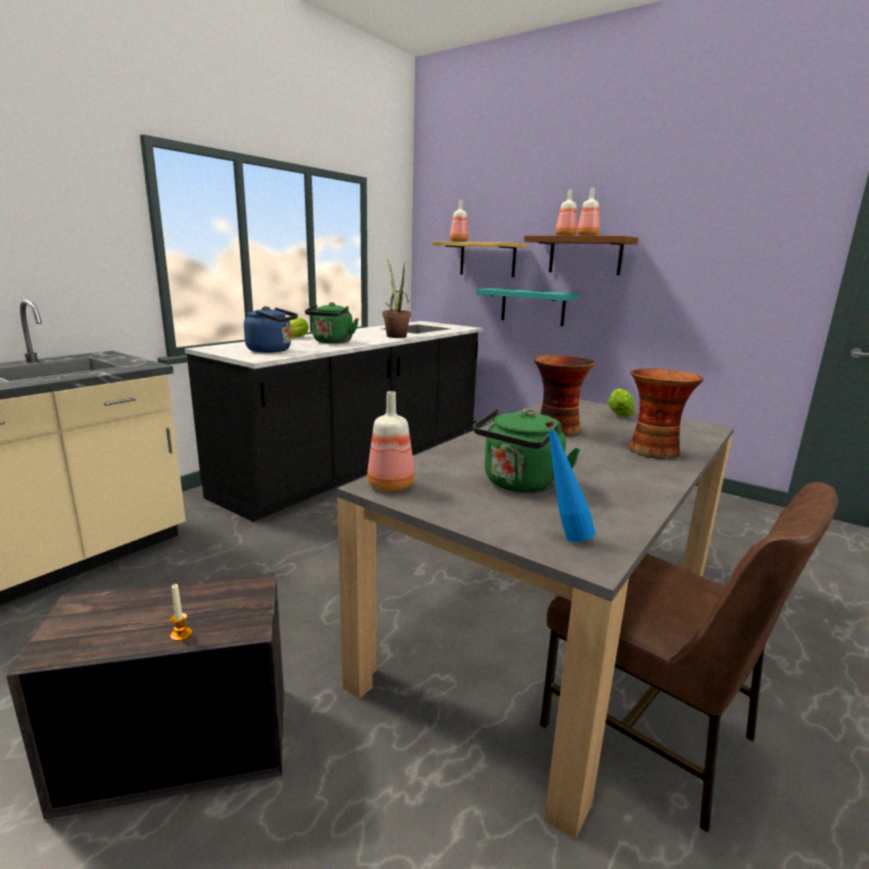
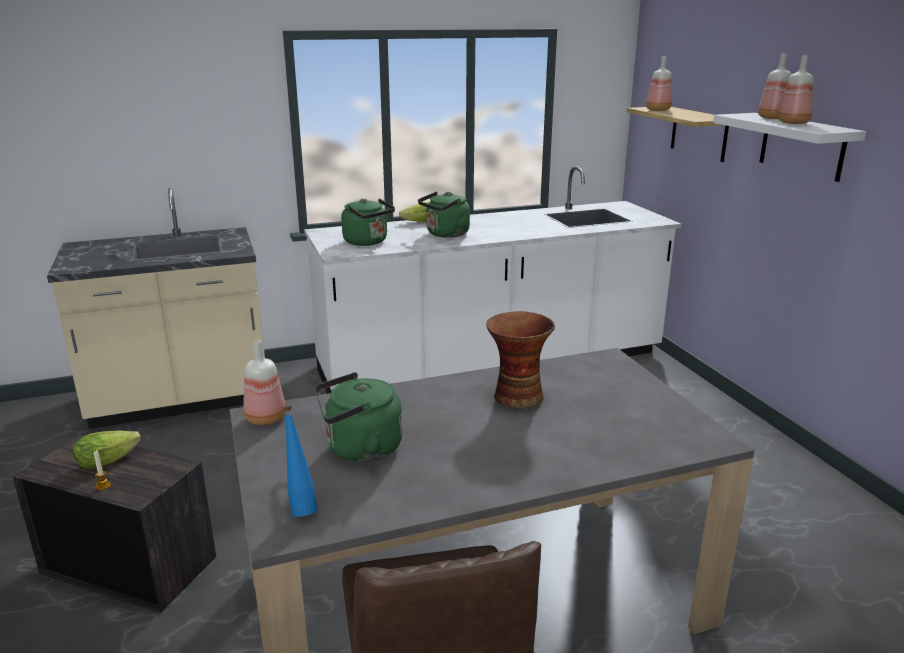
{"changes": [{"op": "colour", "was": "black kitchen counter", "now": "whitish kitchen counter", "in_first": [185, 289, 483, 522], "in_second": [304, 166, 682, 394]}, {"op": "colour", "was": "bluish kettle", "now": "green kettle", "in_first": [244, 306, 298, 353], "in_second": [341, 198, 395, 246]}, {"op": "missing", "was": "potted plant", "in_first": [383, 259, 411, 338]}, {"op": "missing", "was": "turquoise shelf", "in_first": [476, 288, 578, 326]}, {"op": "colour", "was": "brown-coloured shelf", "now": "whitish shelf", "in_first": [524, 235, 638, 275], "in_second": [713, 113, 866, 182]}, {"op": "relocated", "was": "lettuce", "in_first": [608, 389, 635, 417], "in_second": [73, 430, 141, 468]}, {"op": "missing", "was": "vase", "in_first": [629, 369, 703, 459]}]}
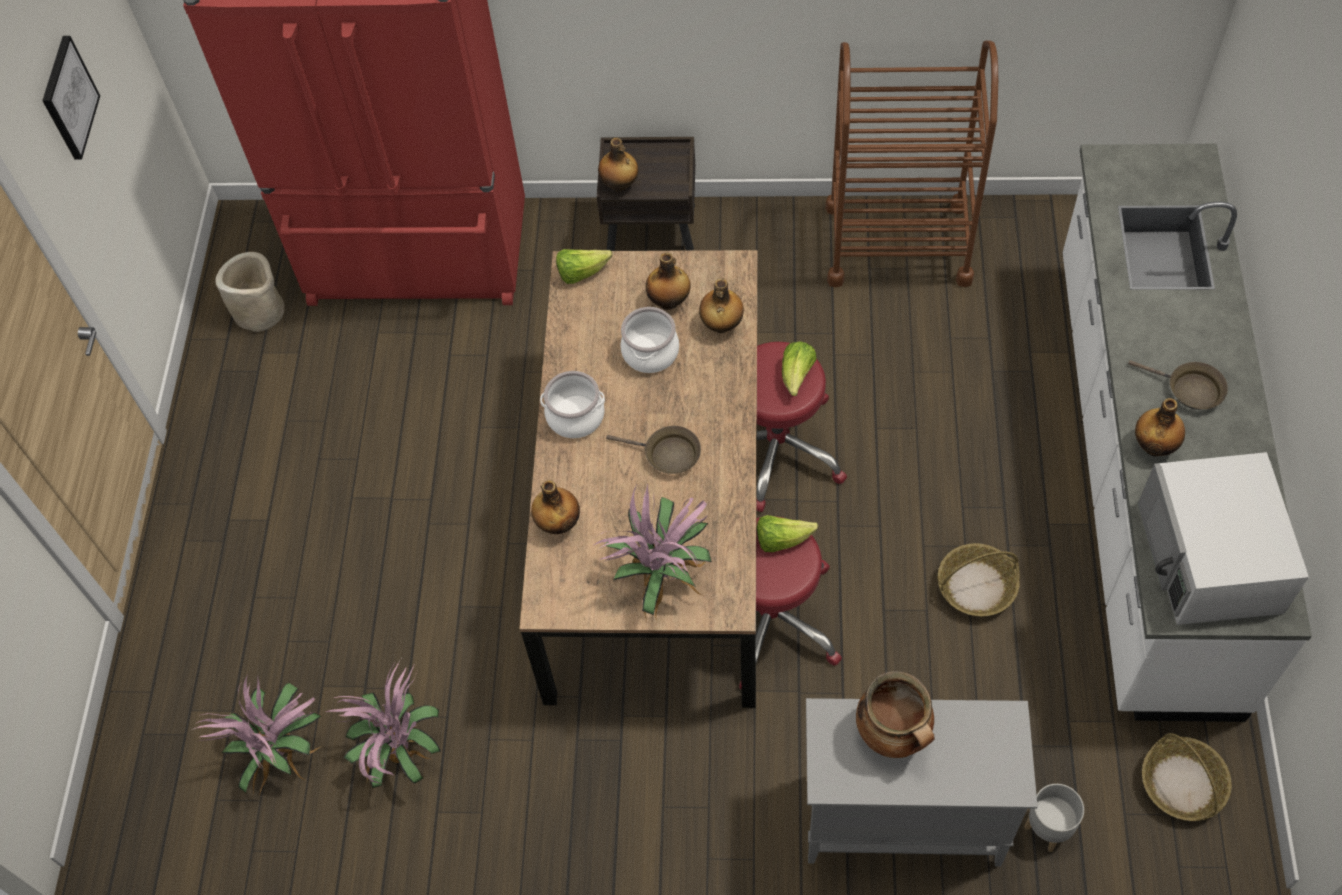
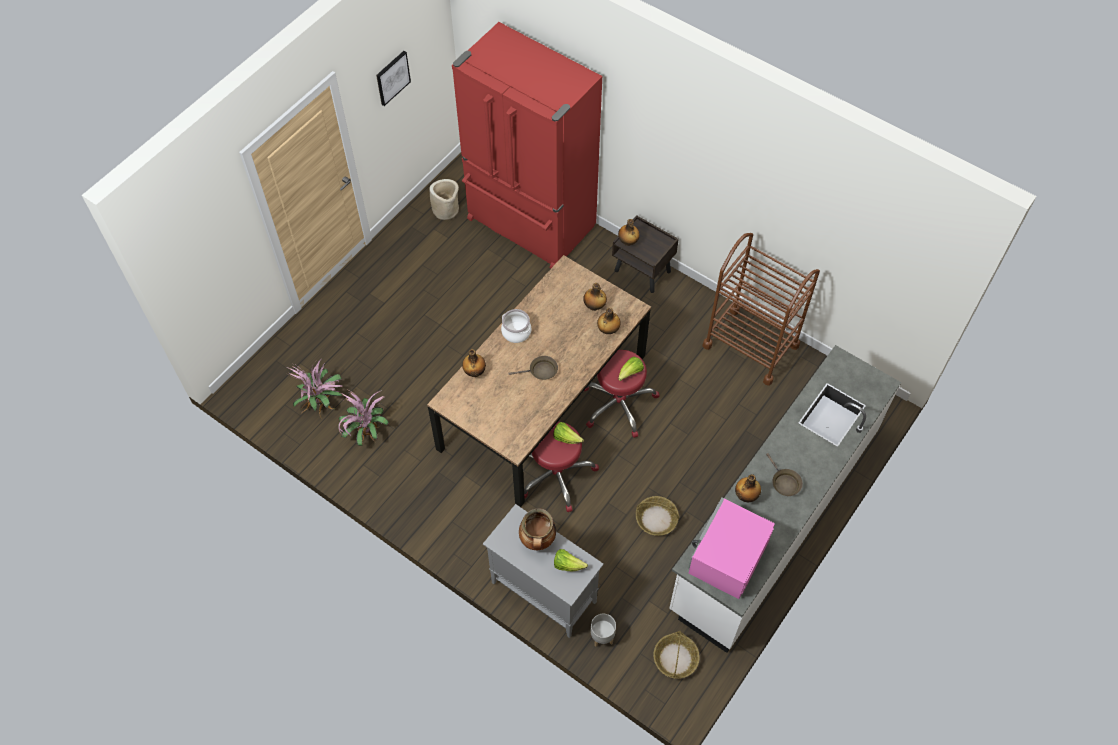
{"changes": [{"op": "relocated", "was": "lettuce", "in_first": [556, 249, 612, 284], "in_second": [554, 549, 588, 571]}, {"op": "missing", "was": "potted plant", "in_first": [591, 484, 712, 622]}, {"op": "spun", "was": "brown-coloured frying pan", "in_first": [606, 426, 701, 474], "in_second": [508, 356, 558, 380], "clockwise": -60}, {"op": "missing", "was": "cooking pot", "in_first": [620, 307, 679, 373]}, {"op": "colour", "was": "whitish microwave oven", "now": "pink-coloured microwave oven", "in_first": [1138, 452, 1309, 625], "in_second": [688, 497, 775, 599]}]}
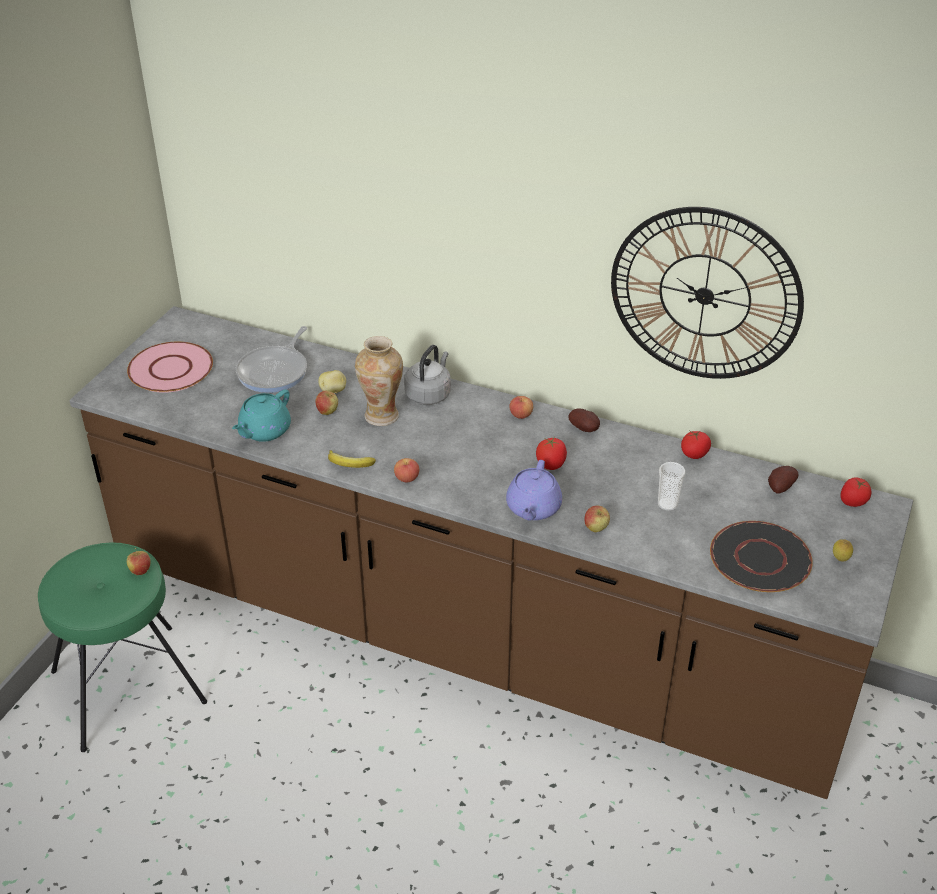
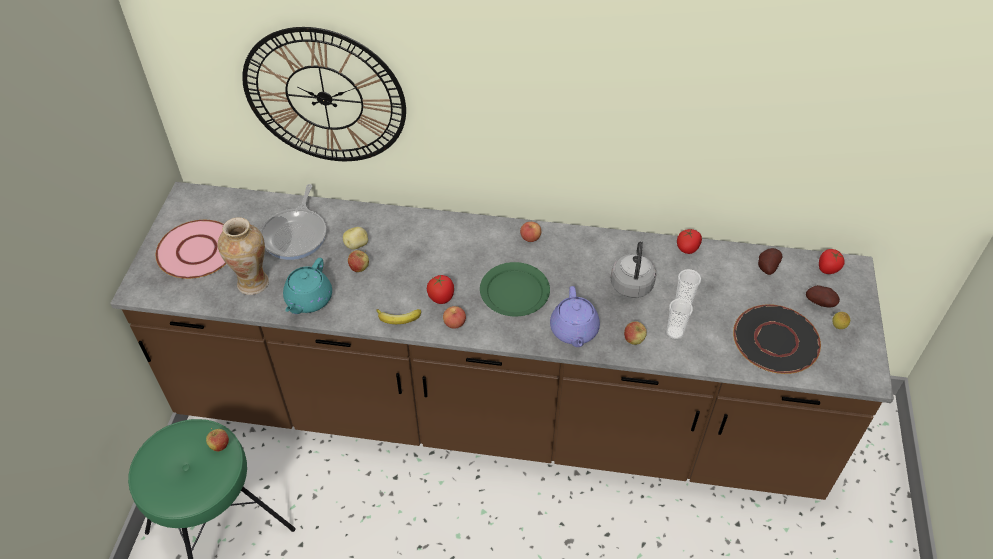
{"changes": [{"op": "relocated", "was": "vase", "in_first": [355, 336, 403, 426], "in_second": [218, 217, 269, 295]}, {"op": "relocated", "was": "greyish kettle", "in_first": [404, 345, 451, 405], "in_second": [611, 241, 656, 298]}, {"op": "relocated", "was": "whole tomato", "in_first": [536, 437, 567, 470], "in_second": [427, 275, 454, 304]}, {"op": "relocated", "was": "whole potato", "in_first": [568, 408, 600, 432], "in_second": [806, 285, 840, 307]}, {"op": "relocated", "was": "hanging clock", "in_first": [611, 207, 804, 379], "in_second": [242, 27, 406, 161]}, {"op": "appeared", "now": "green plate", "in_second": [480, 262, 550, 317]}, {"op": "appeared", "now": "cup", "in_second": [666, 299, 693, 339]}]}
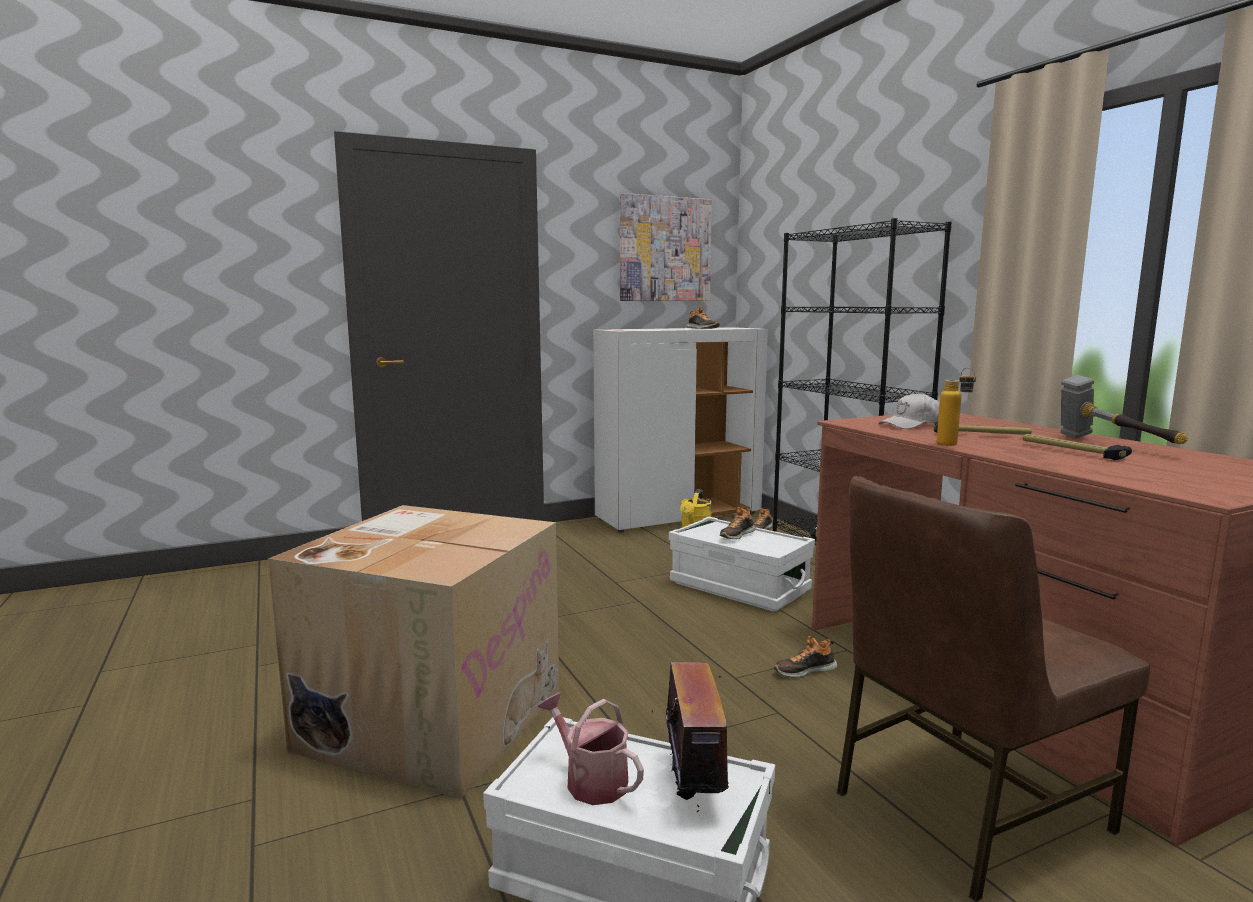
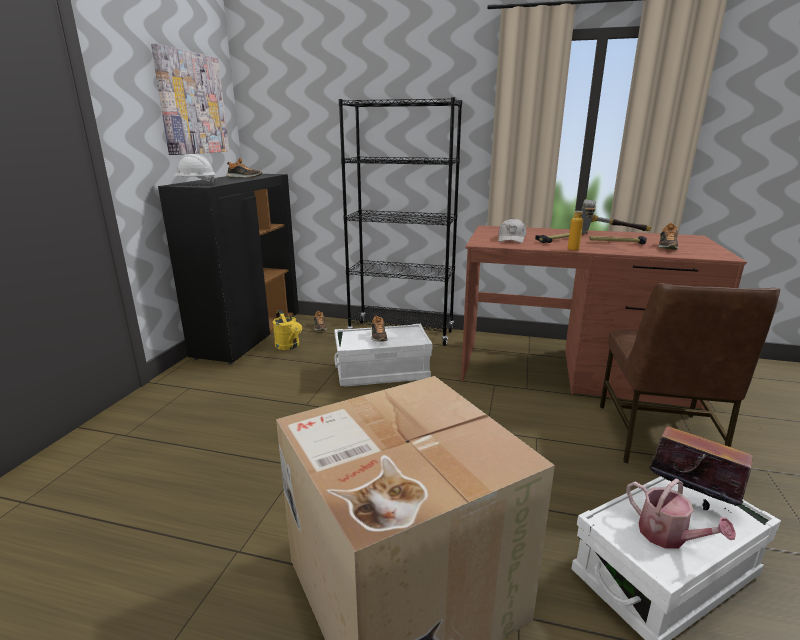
{"changes": [{"op": "spun", "was": "sprinkling can", "in_first": [538, 693, 644, 805], "in_second": [626, 479, 736, 549], "clockwise": -120}, {"op": "colour", "was": "whitish storage cabinet", "now": "black storage cabinet", "in_first": [593, 327, 768, 532], "in_second": [158, 174, 299, 364]}, {"op": "relocated", "was": "item of footwear", "in_first": [774, 636, 838, 678], "in_second": [658, 223, 678, 250]}, {"op": "appeared", "now": "whitish work helmet", "in_second": [172, 154, 217, 184]}]}
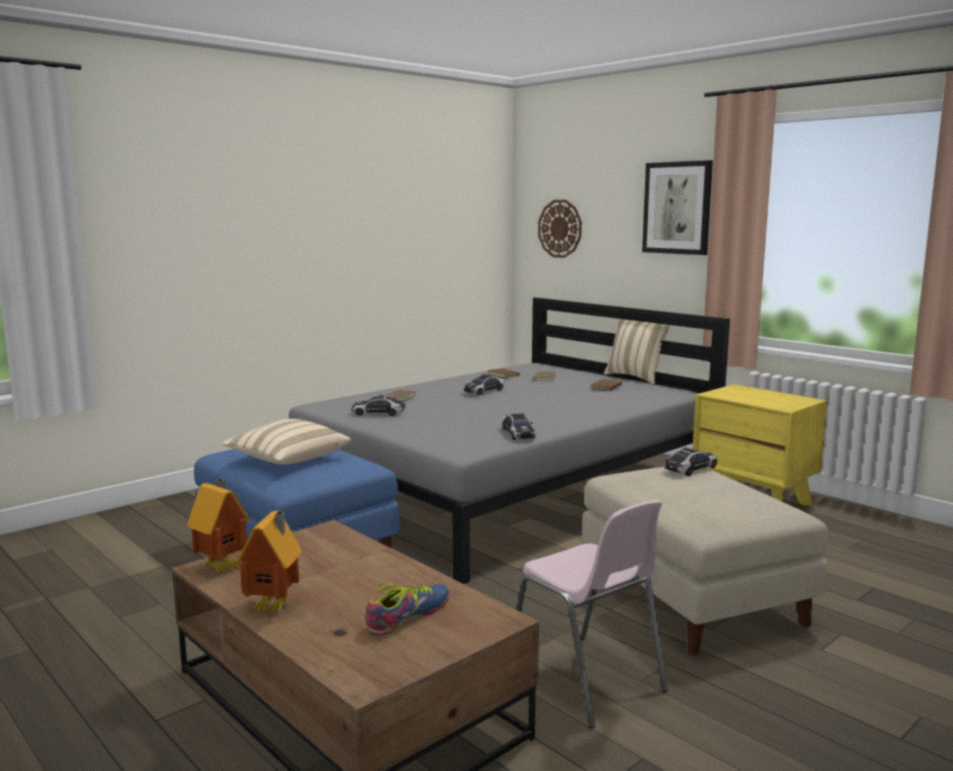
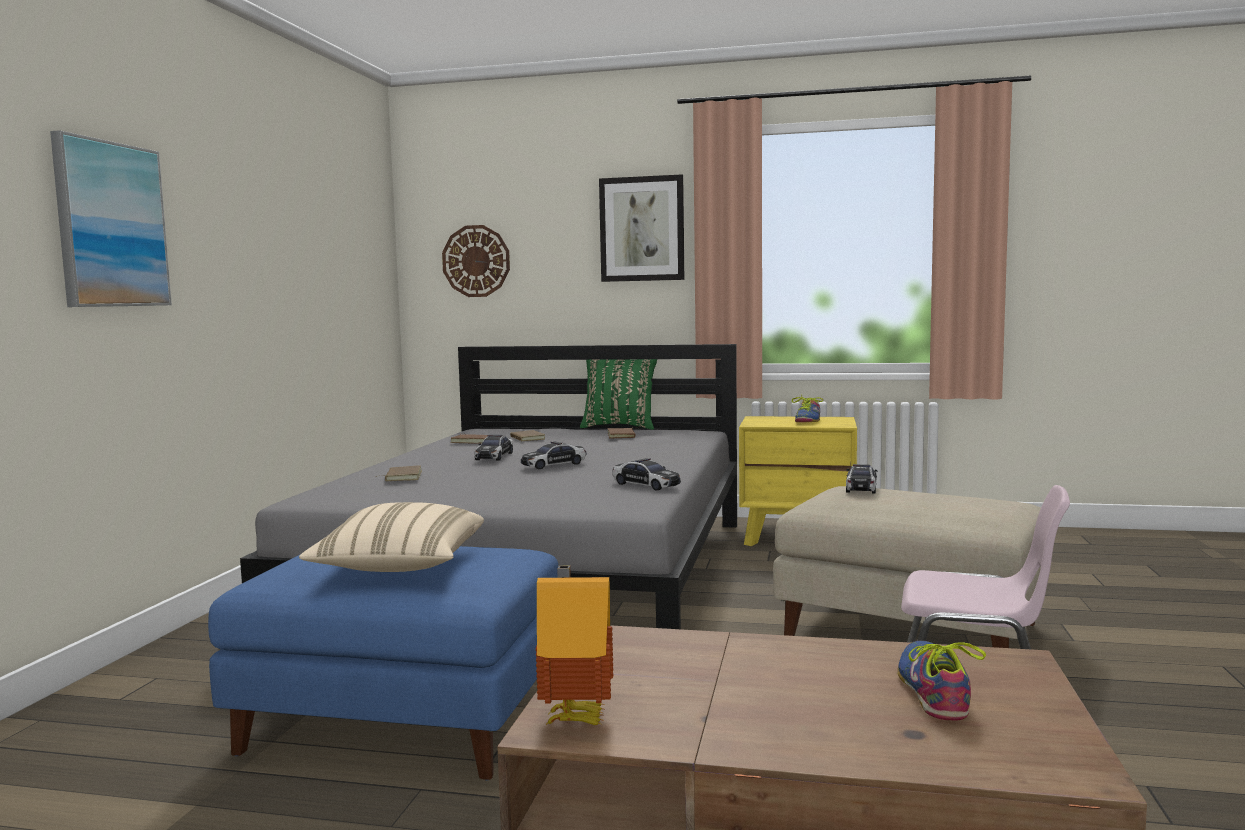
{"changes": [{"op": "missing", "was": "model house", "in_first": [235, 511, 302, 613]}, {"op": "relocated", "was": "model car", "in_first": [351, 395, 406, 416], "in_second": [521, 441, 587, 470]}, {"op": "colour", "was": "sand-coloured pillow", "now": "green pillow", "in_first": [604, 319, 670, 384], "in_second": [580, 359, 657, 430]}, {"op": "appeared", "now": "wall art", "in_second": [50, 130, 172, 307]}, {"op": "appeared", "now": "item of footwear", "in_second": [792, 395, 823, 422]}]}
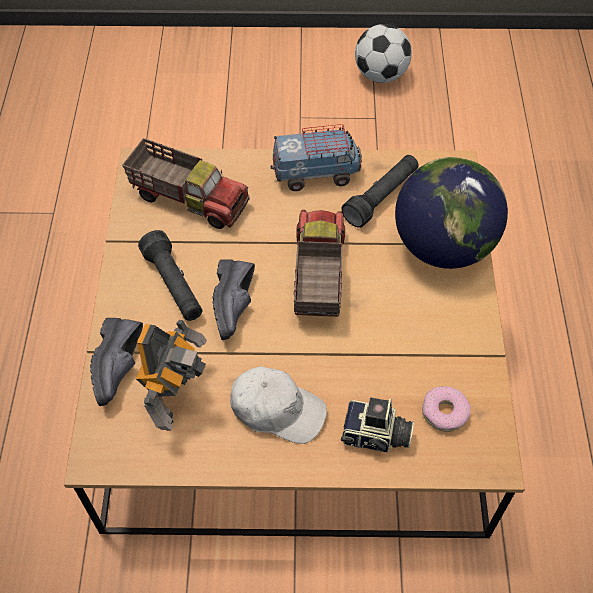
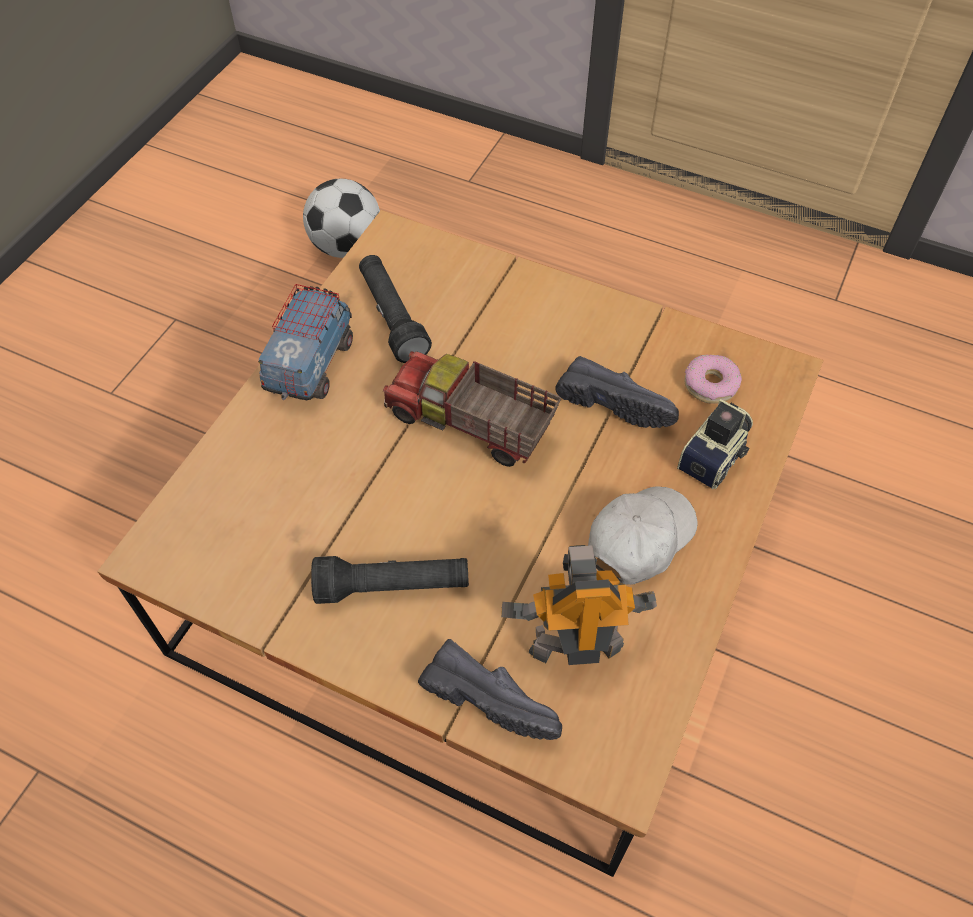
{"changes": [{"op": "missing", "was": "toy lorry", "in_first": [122, 138, 250, 229]}, {"op": "spun", "was": "robot figure", "in_first": [136, 320, 207, 431], "in_second": [501, 545, 657, 665], "clockwise": -45}, {"op": "relocated", "was": "black item of footwear", "in_first": [213, 259, 255, 340], "in_second": [555, 356, 679, 428]}, {"op": "relocated", "was": "football", "in_first": [355, 24, 412, 83], "in_second": [303, 179, 380, 258]}, {"op": "missing", "was": "desk globe", "in_first": [395, 157, 508, 269]}]}
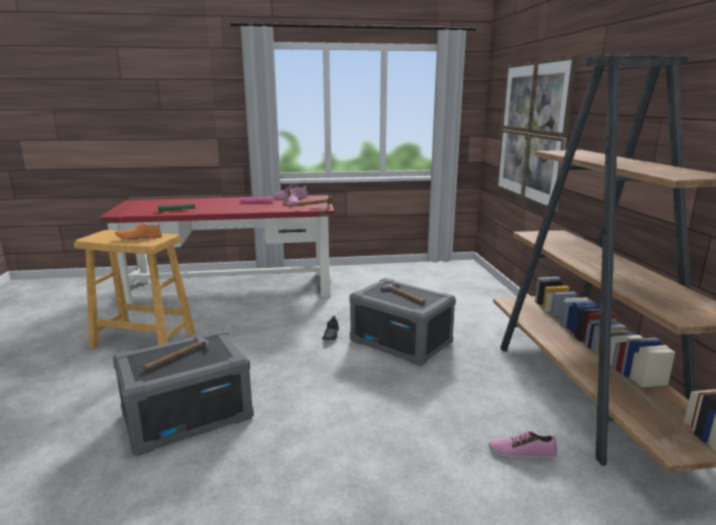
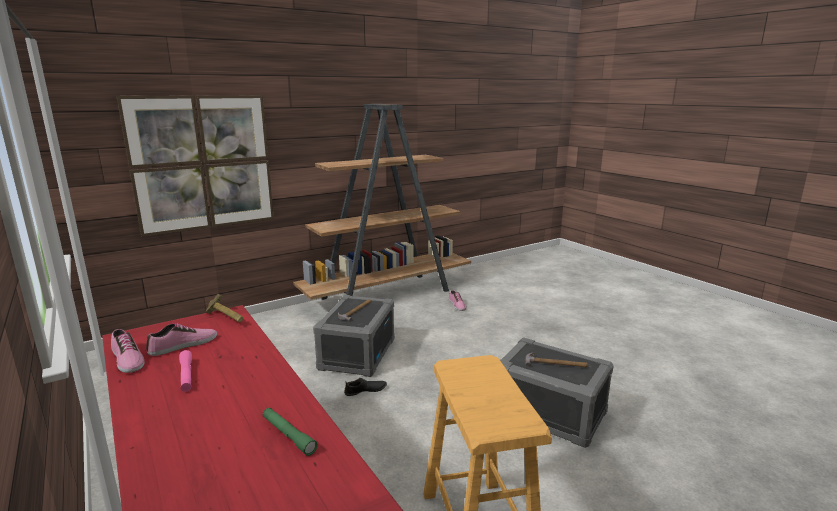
{"changes": [{"op": "missing", "was": "orange item of footwear", "in_first": [115, 223, 162, 240]}]}
